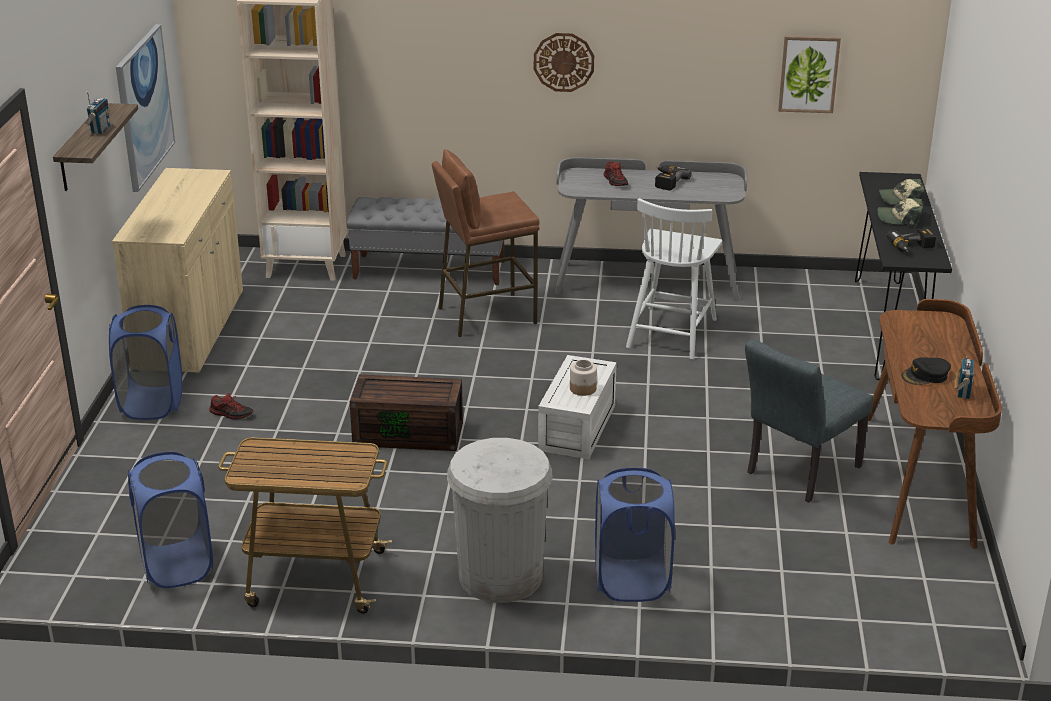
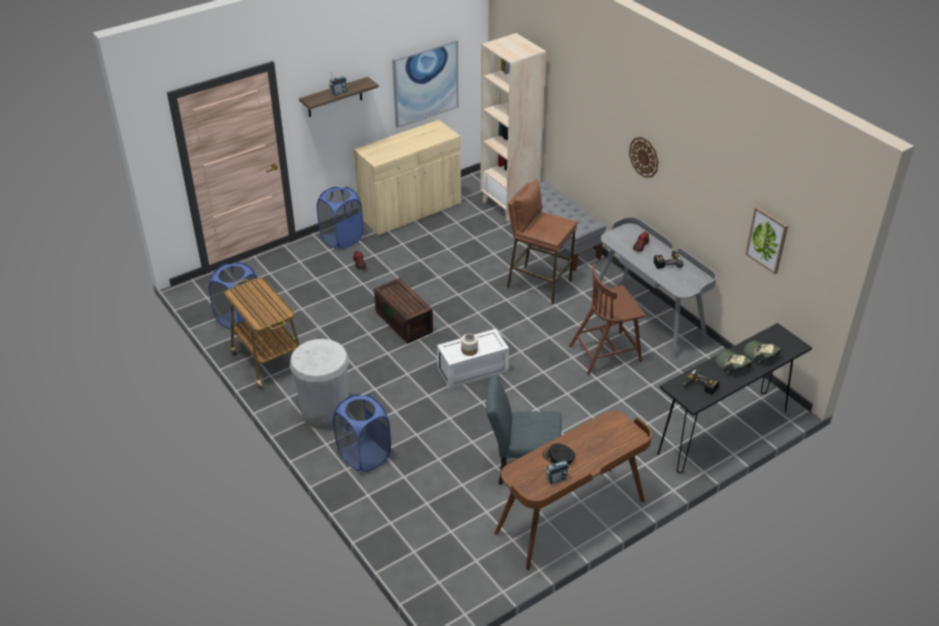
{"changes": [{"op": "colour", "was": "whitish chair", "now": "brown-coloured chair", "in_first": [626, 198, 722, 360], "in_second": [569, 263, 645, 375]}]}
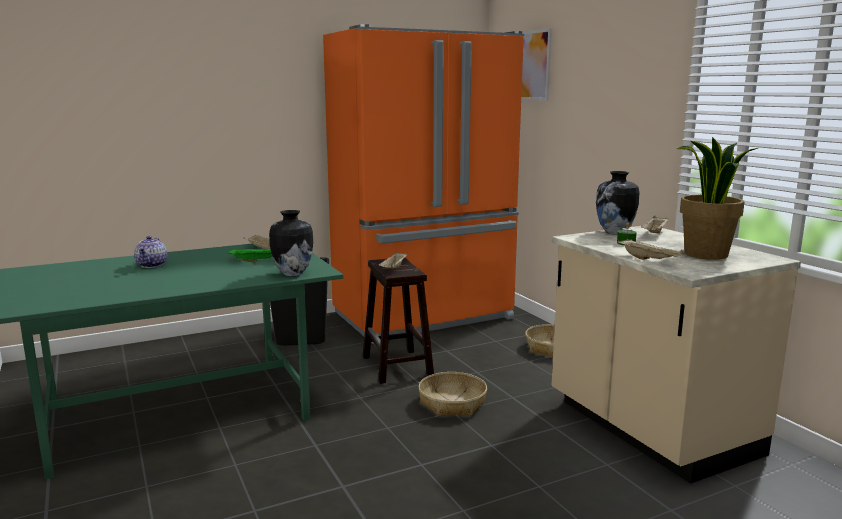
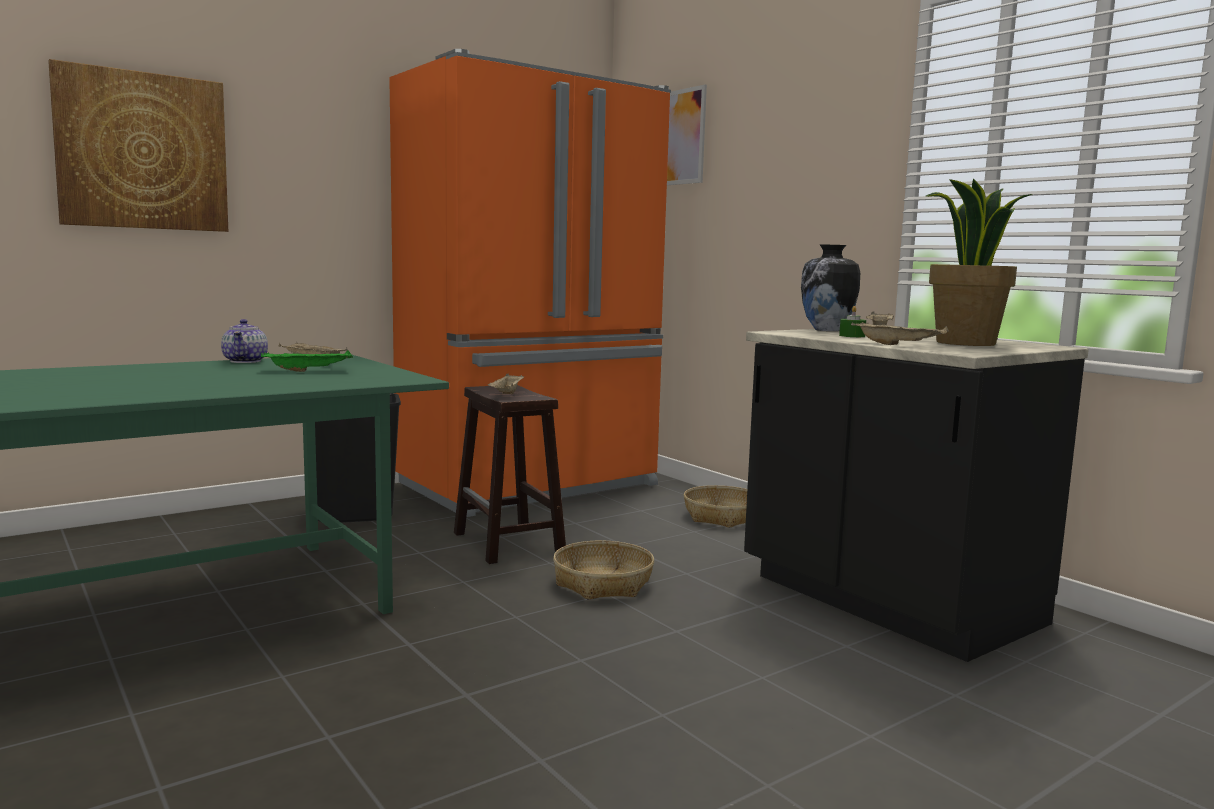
{"changes": [{"op": "relocated", "was": "teapot", "in_first": [134, 236, 167, 268], "in_second": [221, 319, 268, 363]}, {"op": "missing", "was": "vase", "in_first": [269, 210, 313, 276]}, {"op": "colour", "was": "sand-coloured kitchen counter", "now": "black kitchen counter", "in_first": [551, 226, 801, 484], "in_second": [744, 329, 1089, 662]}, {"op": "appeared", "now": "wall art", "in_second": [48, 59, 228, 232]}]}
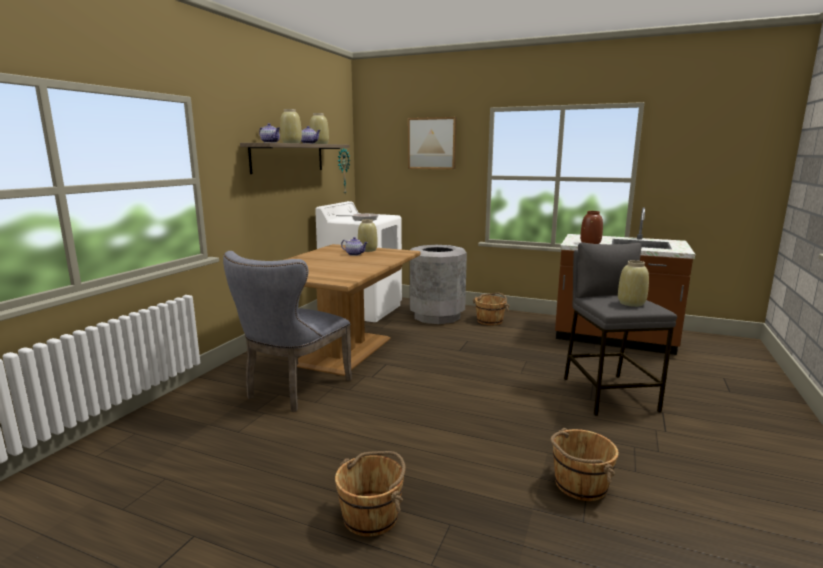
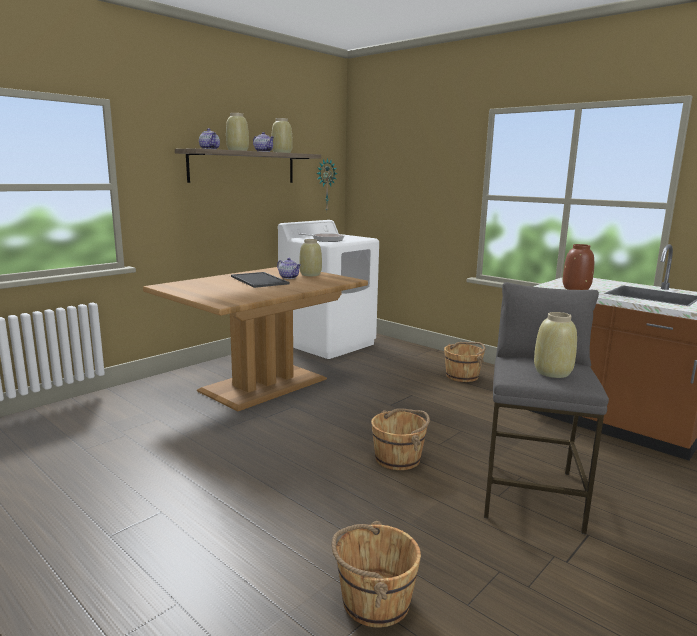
{"changes": [{"op": "missing", "was": "greyish chair", "in_first": [223, 251, 352, 412]}, {"op": "relocated", "was": "brown-coloured water bucket", "in_first": [335, 451, 406, 537], "in_second": [371, 408, 430, 470]}, {"op": "missing", "was": "wall art", "in_first": [408, 117, 457, 169]}, {"op": "missing", "was": "greyish trash can", "in_first": [410, 245, 467, 324]}, {"op": "appeared", "now": "tray", "in_second": [231, 272, 289, 288]}]}
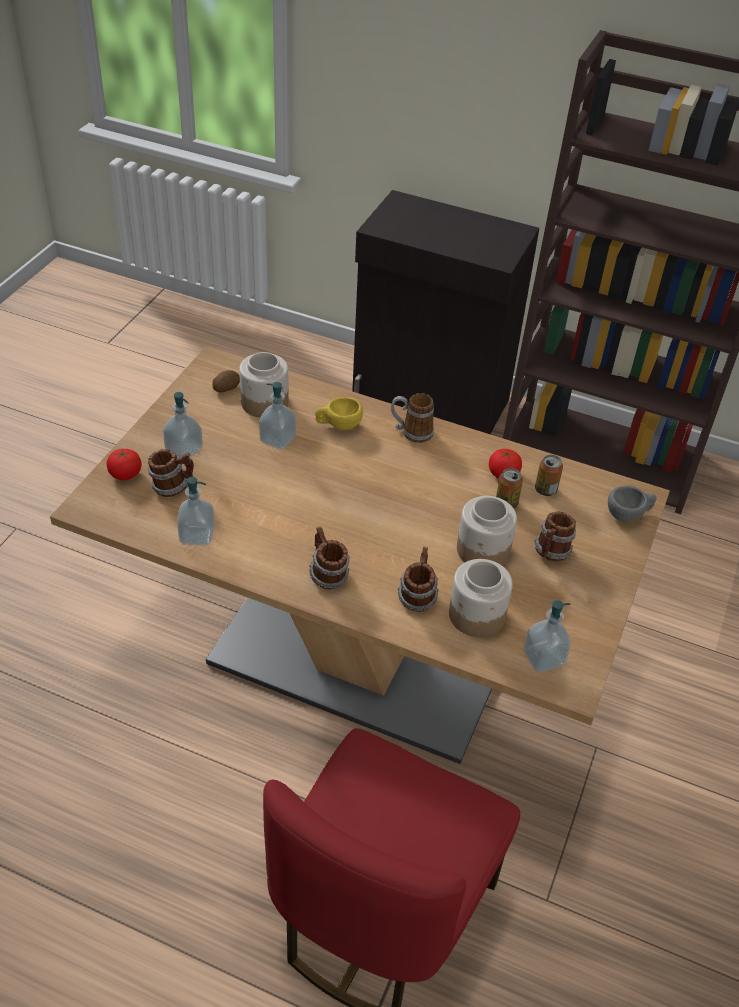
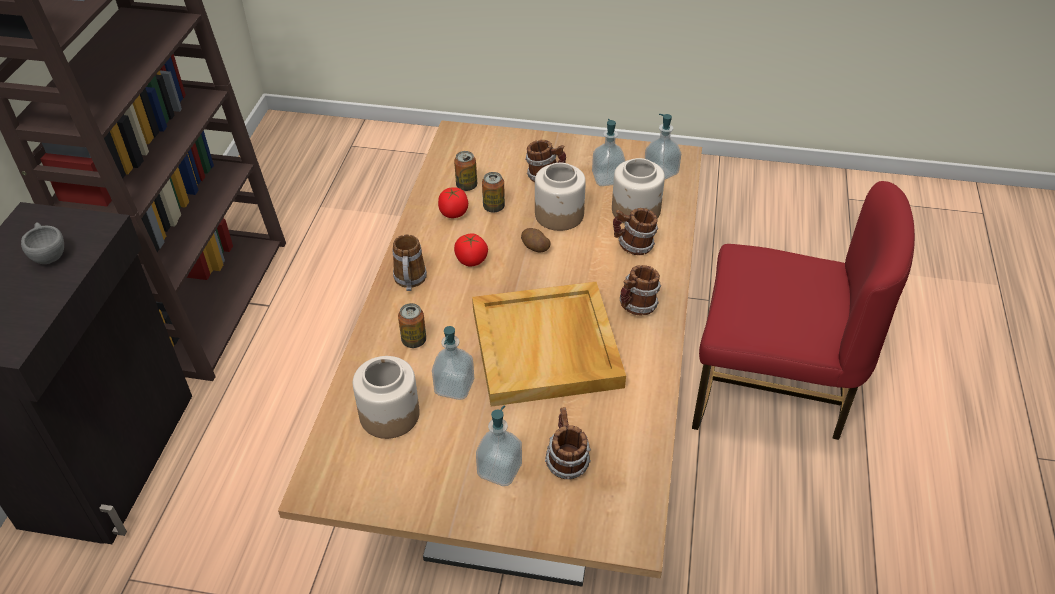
{"changes": [{"op": "relocated", "was": "whole tomato", "in_first": [106, 449, 141, 480], "in_second": [454, 233, 488, 267]}, {"op": "relocated", "was": "liquid soap bottle", "in_first": [177, 477, 215, 546], "in_second": [592, 119, 625, 186]}, {"op": "relocated", "was": "whole potato", "in_first": [212, 370, 240, 392], "in_second": [521, 228, 551, 252]}, {"op": "exchanged", "was": "yellow cup", "now": "metal can", "in_first": [315, 397, 363, 430], "in_second": [398, 303, 426, 348]}, {"op": "relocated", "was": "greyish cup", "in_first": [608, 486, 657, 522], "in_second": [21, 222, 64, 264]}, {"op": "appeared", "now": "sand-coloured tray", "in_second": [472, 282, 626, 407]}]}
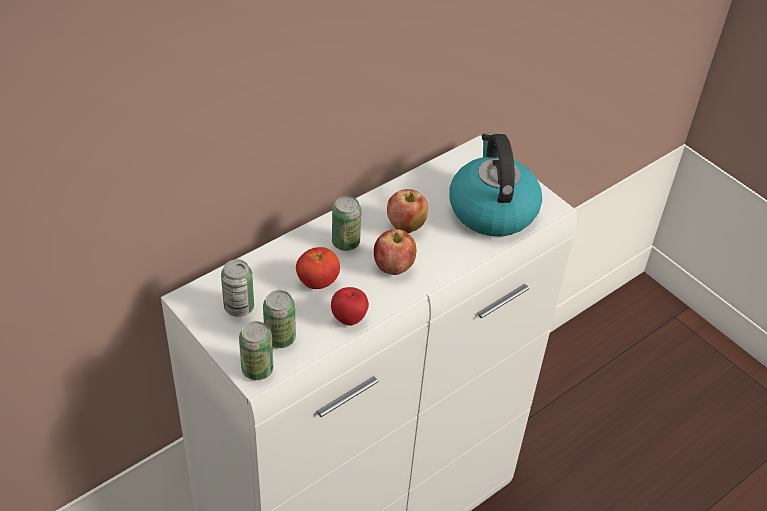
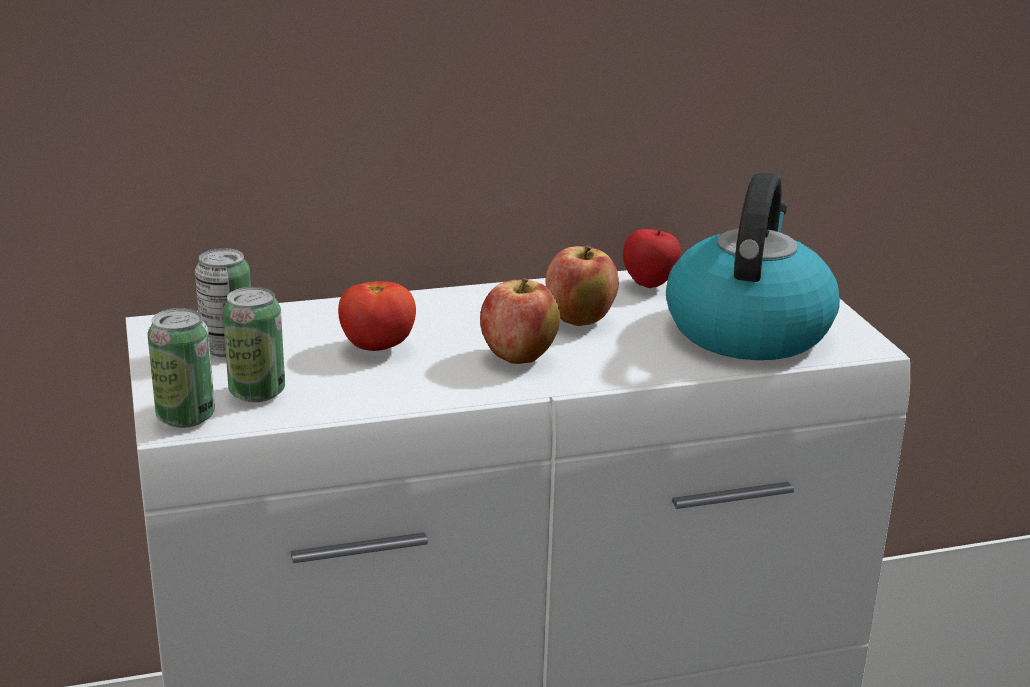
{"changes": [{"op": "relocated", "was": "whole apple", "in_first": [331, 287, 369, 326], "in_second": [623, 229, 681, 288]}, {"op": "missing", "was": "metal can", "in_first": [332, 196, 362, 251]}]}
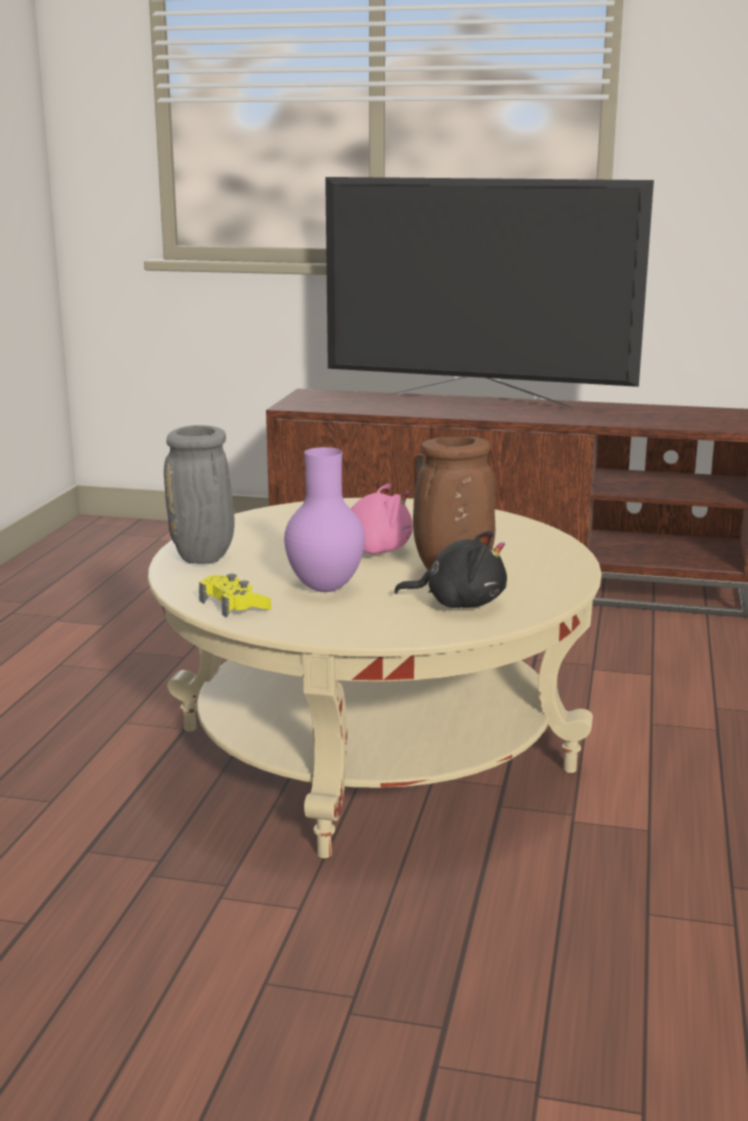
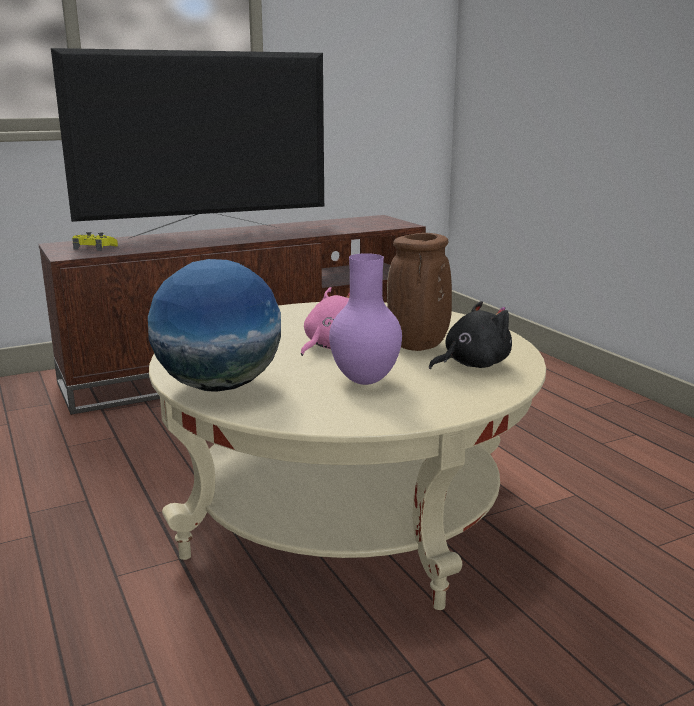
{"changes": [{"op": "exchanged", "was": "greyish vase", "now": "desk globe", "in_first": [164, 425, 235, 564], "in_second": [148, 259, 281, 392]}, {"op": "relocated", "was": "yellow joypad", "in_first": [199, 574, 271, 618], "in_second": [72, 232, 118, 251]}]}
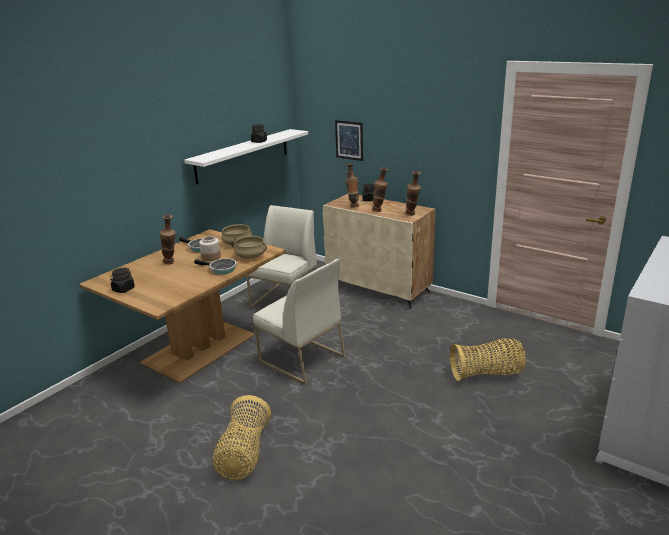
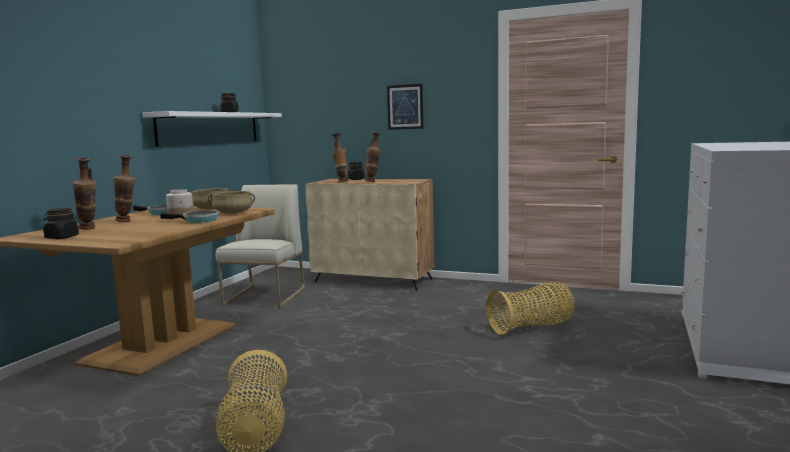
{"changes": [{"op": "missing", "was": "whitish chair", "in_first": [253, 259, 346, 385]}, {"op": "relocated", "was": "wall art", "in_first": [335, 120, 363, 161], "in_second": [387, 84, 424, 130]}, {"op": "relocated", "was": "vase", "in_first": [406, 171, 421, 216], "in_second": [72, 158, 96, 230]}]}
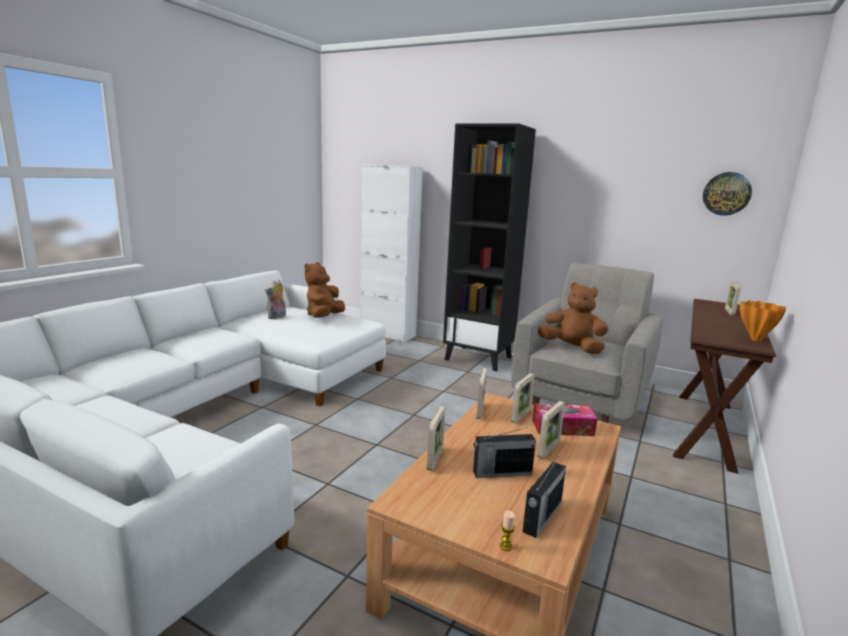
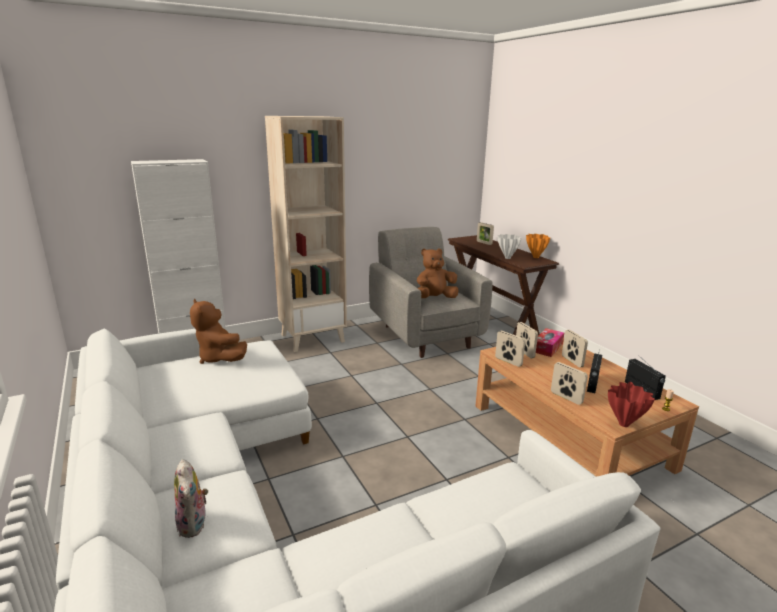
{"changes": [{"op": "relocated", "was": "cuddly toy", "in_first": [265, 279, 286, 319], "in_second": [174, 459, 208, 538]}, {"op": "colour", "was": "black shelving unit", "now": "sand-coloured shelving unit", "in_first": [443, 123, 536, 371], "in_second": [265, 116, 347, 352]}, {"op": "missing", "was": "hanging clock", "in_first": [703, 172, 752, 216]}, {"op": "appeared", "now": "whitish vase", "in_second": [498, 234, 522, 259]}, {"op": "appeared", "now": "red-coloured vase", "in_second": [608, 382, 655, 427]}]}
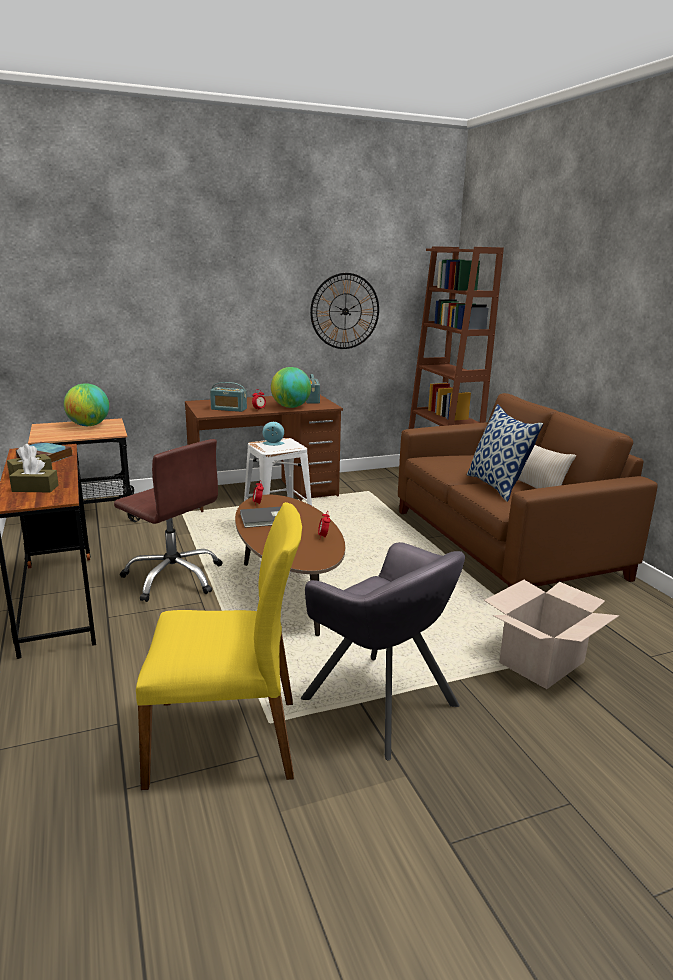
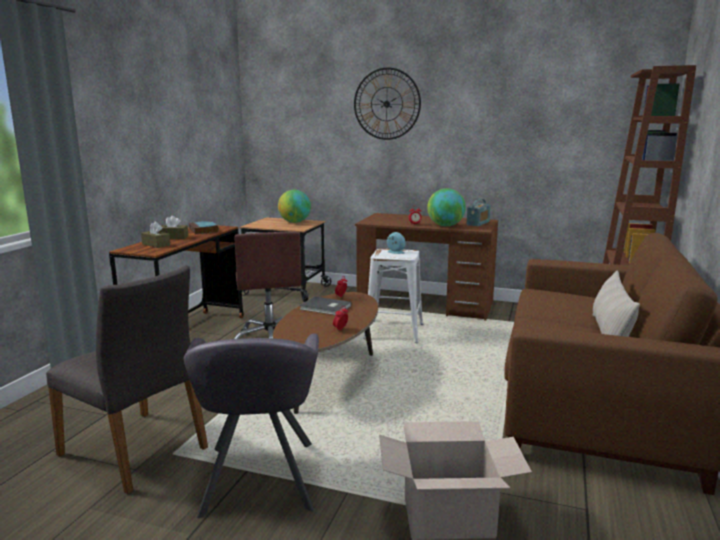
{"changes": [{"op": "colour", "was": "yellow chair", "now": "greyish chair", "in_first": [136, 502, 302, 790], "in_second": [46, 265, 208, 494]}, {"op": "missing", "was": "radio", "in_first": [210, 382, 247, 412]}, {"op": "relocated", "was": "hanging clock", "in_first": [310, 273, 379, 349], "in_second": [354, 67, 421, 140]}, {"op": "missing", "was": "pillow", "in_first": [467, 404, 543, 502]}]}
